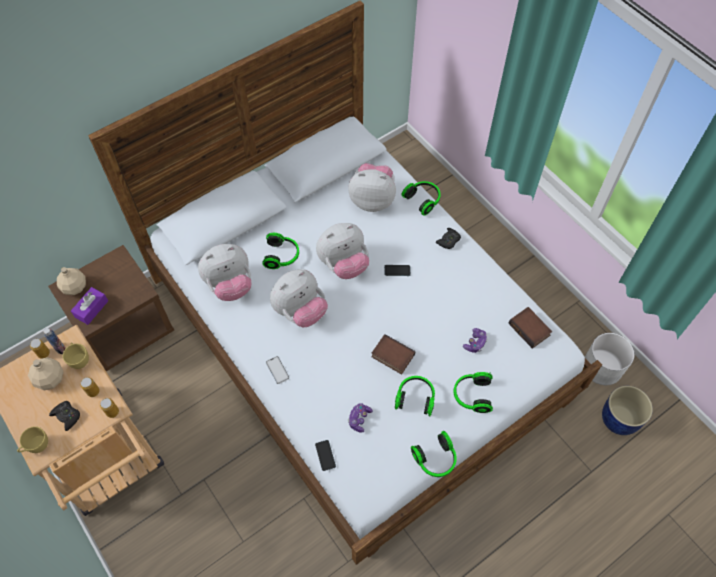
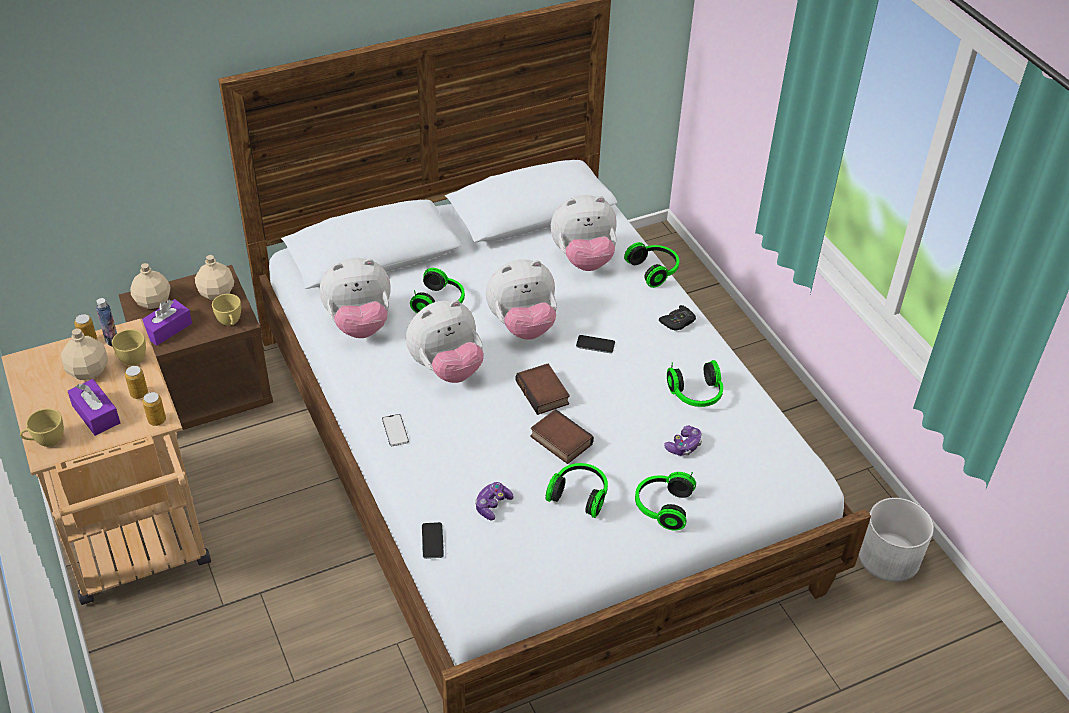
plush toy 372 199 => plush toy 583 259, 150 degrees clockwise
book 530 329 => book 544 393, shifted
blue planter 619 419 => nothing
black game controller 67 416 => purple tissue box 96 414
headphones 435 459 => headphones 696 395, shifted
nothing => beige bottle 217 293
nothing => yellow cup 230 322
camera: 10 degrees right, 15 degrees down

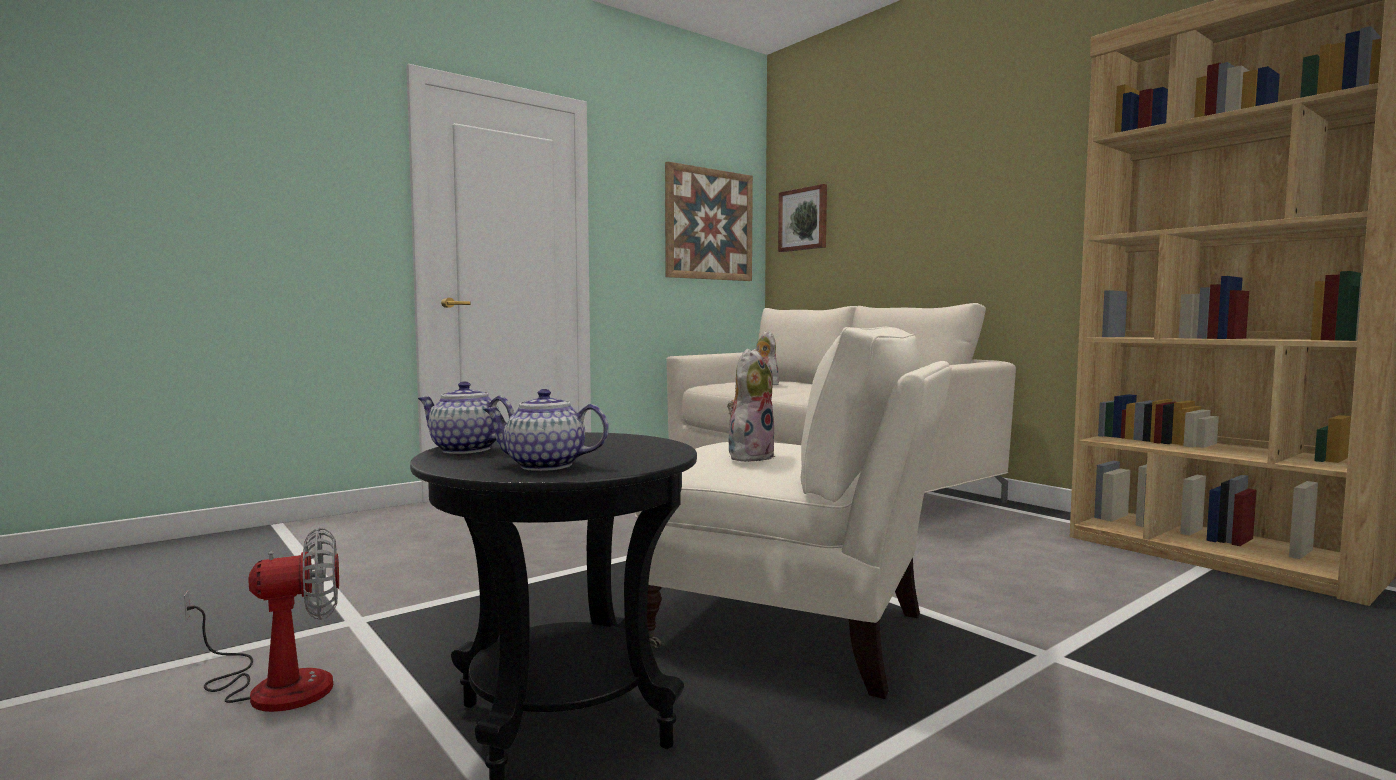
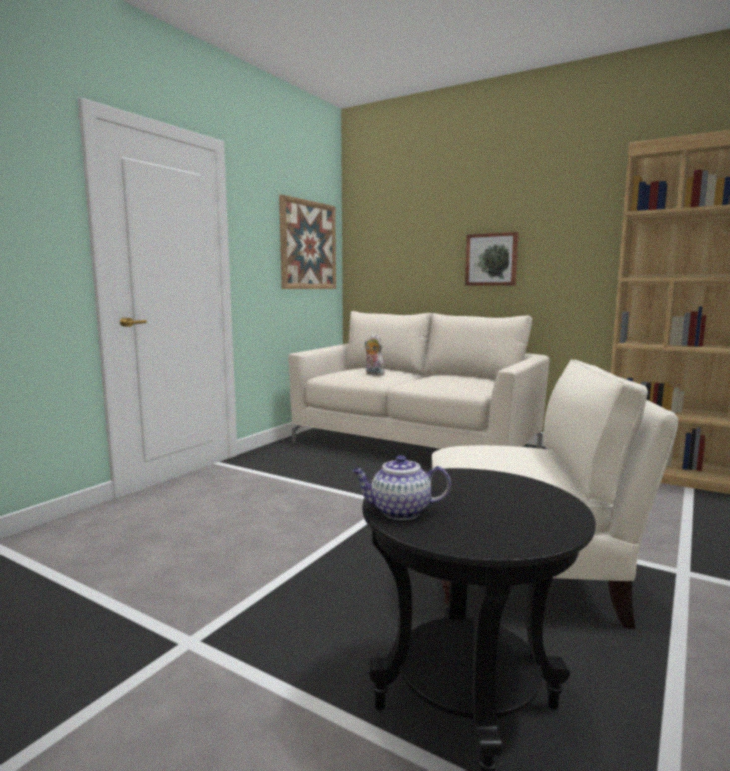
picture 803 219 => picture 491 259, shifted
plush toy 749 456 => nothing
teapot 543 466 => nothing
fan 275 685 => nothing
camera: 20 degrees left, 5 degrees up

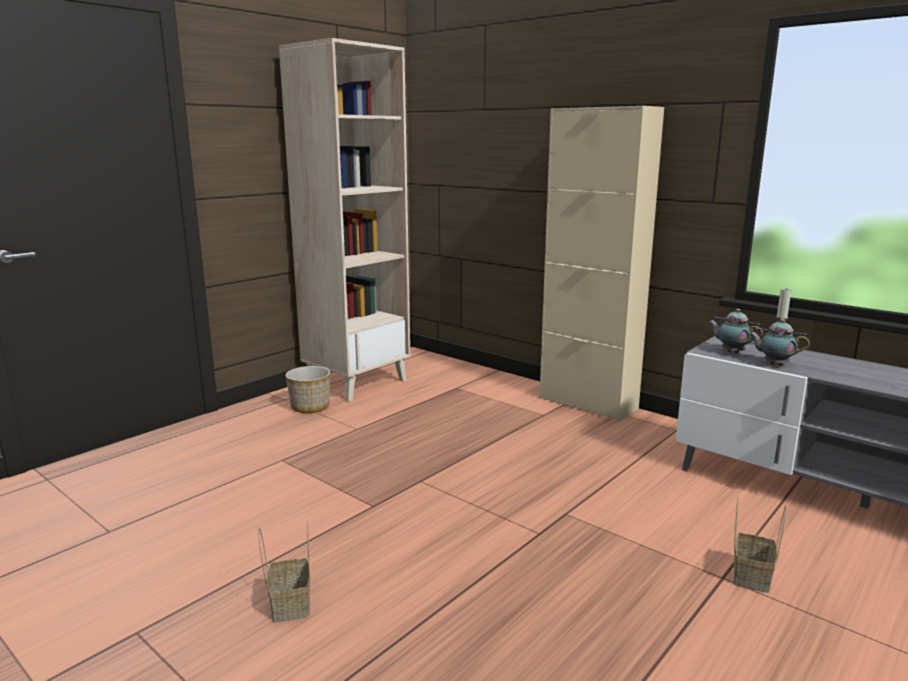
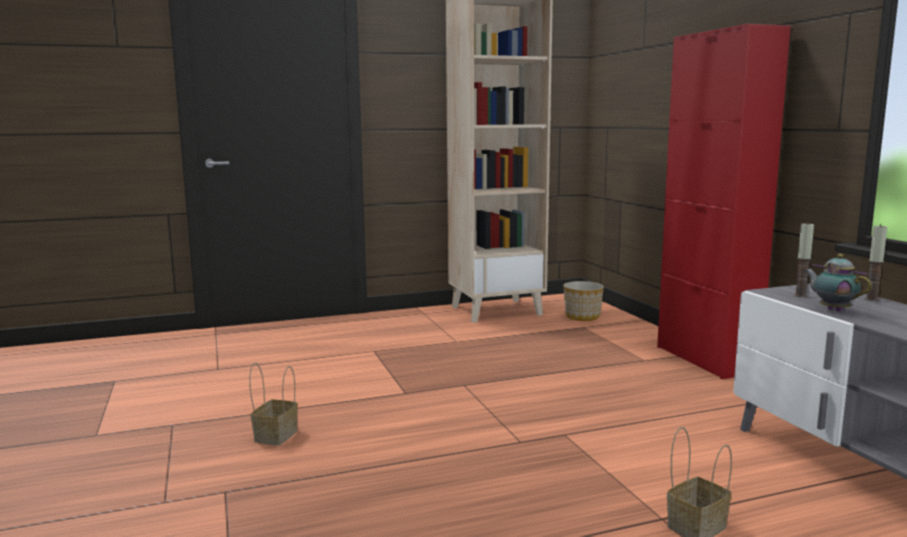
beige cabinet 588 403 => red cabinet 706 359
teapot 731 352 => candle 800 295
planter 310 407 => planter 582 317, shifted
camera: 30 degrees right, 5 degrees down

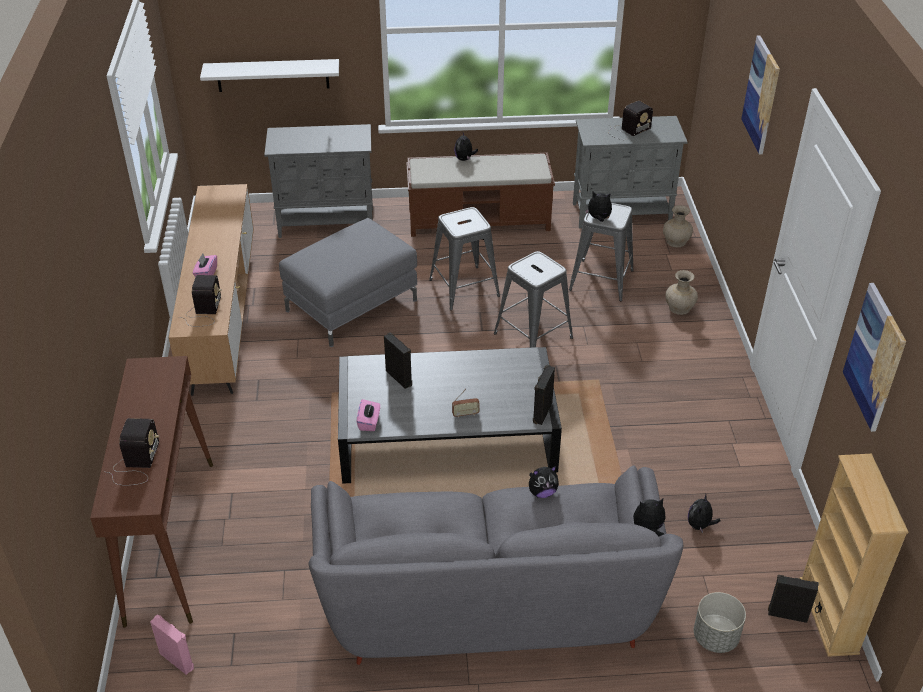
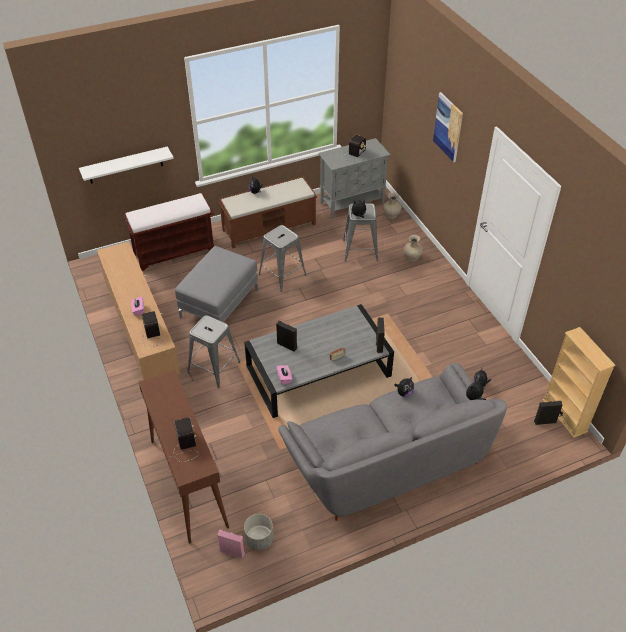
grey cabinet 327 223 => brown bench 174 251
grey stool 532 335 => grey stool 213 367, shifted
picture 874 357 => nothing
grey planter 715 637 => grey planter 259 540, shifted
camera: 20 degrees left, 5 degrees up

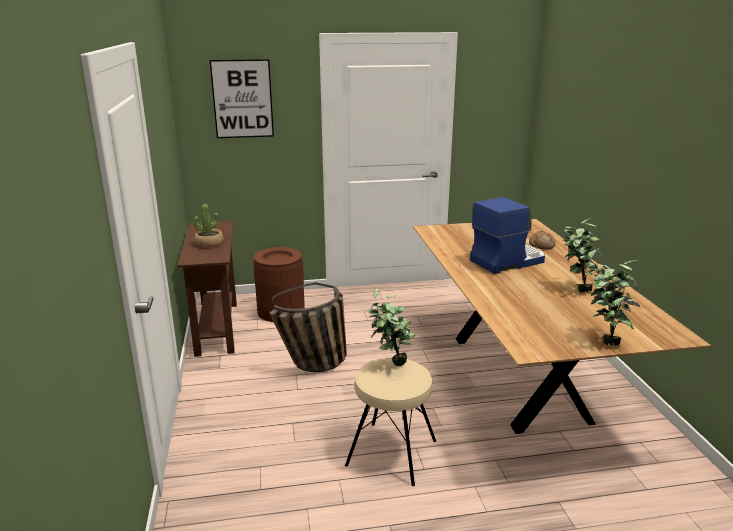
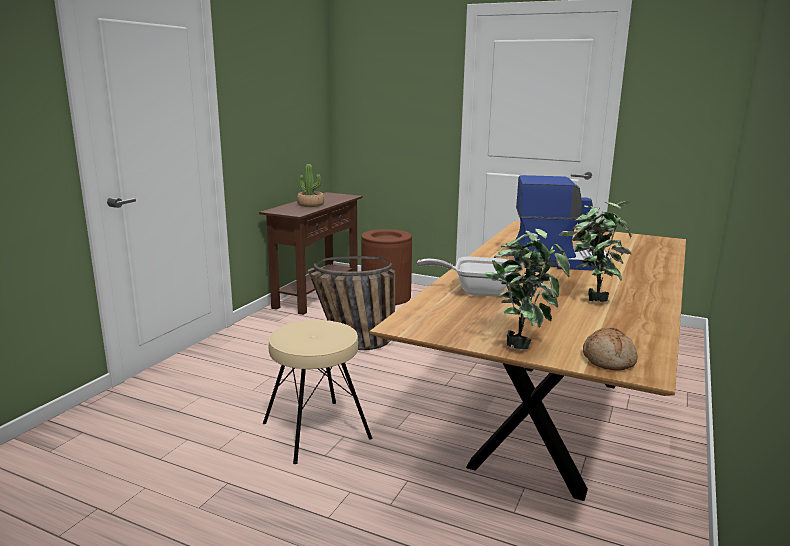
picture 242 99 => nothing
bread 542 246 => bread 609 360, shifted
potted plant 390 364 => nothing
nothing => frying pan 475 291
camera: 35 degrees right, 5 degrees down

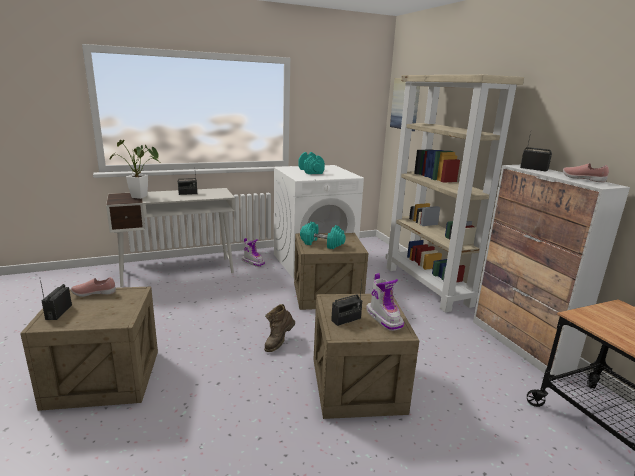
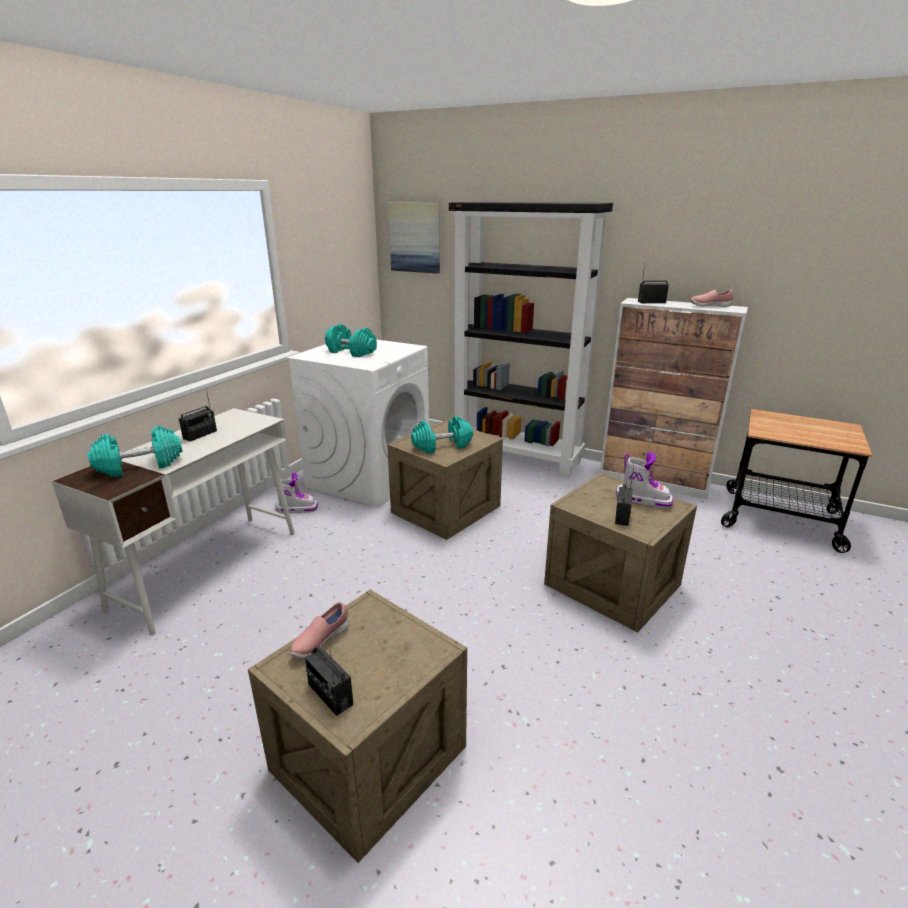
beige bookcase 428 286 => black bookcase 518 457
potted plant 142 197 => turquoise dumbbell 140 466
brown boot 278 342 => nothing
camera: 40 degrees left, 5 degrees up

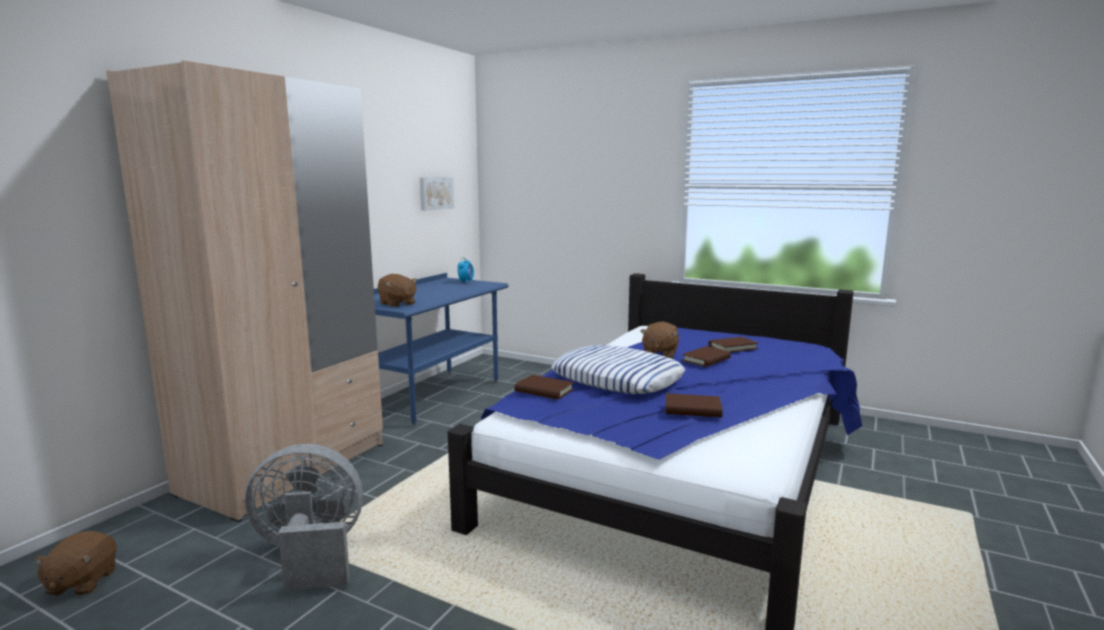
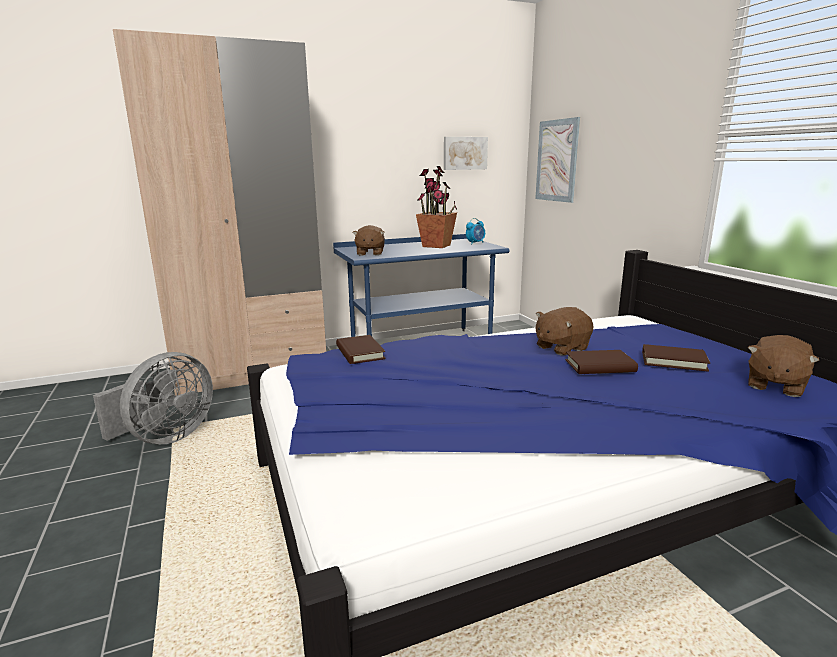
pillow 617 379 => nothing
brown book 692 409 => nothing
grey fan 310 556 => grey fan 165 437, 90 degrees clockwise
brown plush toy 81 582 => brown plush toy 774 385, shifted
nothing => picture 557 161
nothing => potted plant 436 246
camera: 40 degrees right, 5 degrees up

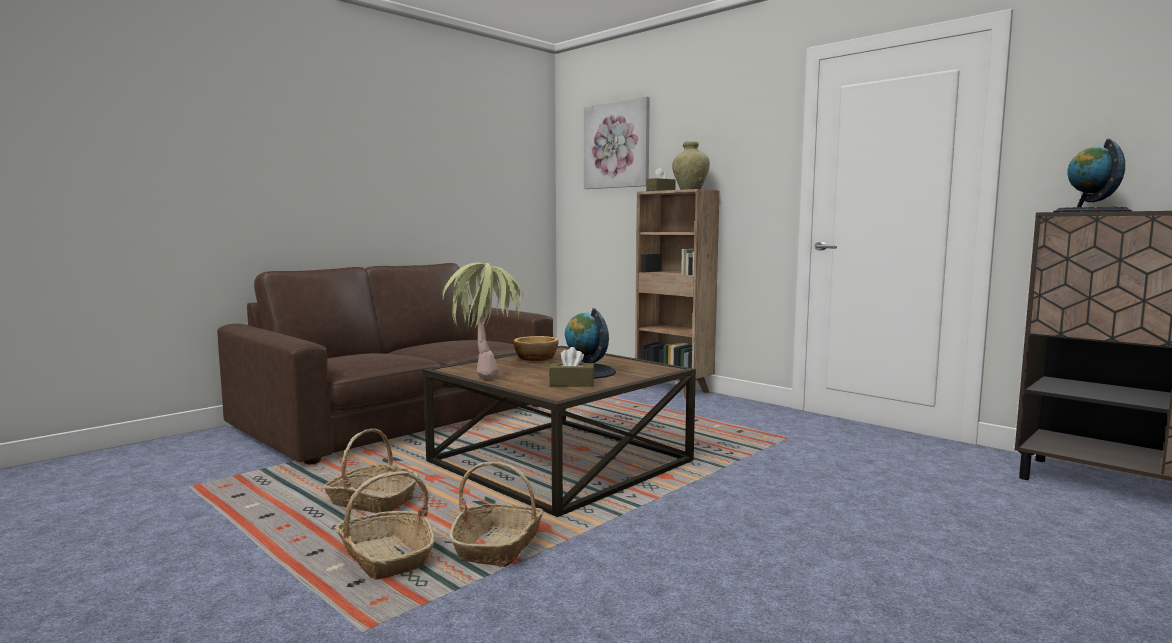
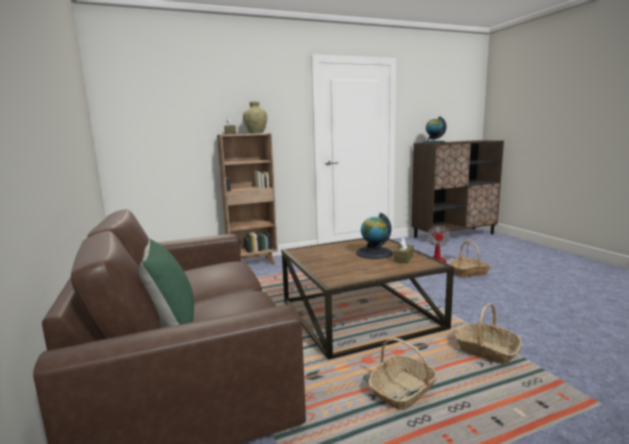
picture 617 145 => nothing
potted plant 486 372 => nothing
bowl 537 358 => nothing
basket 386 557 => basket 468 272, shifted
nothing => fan 442 260
nothing => green pillow 172 324
camera: 65 degrees left, 5 degrees up

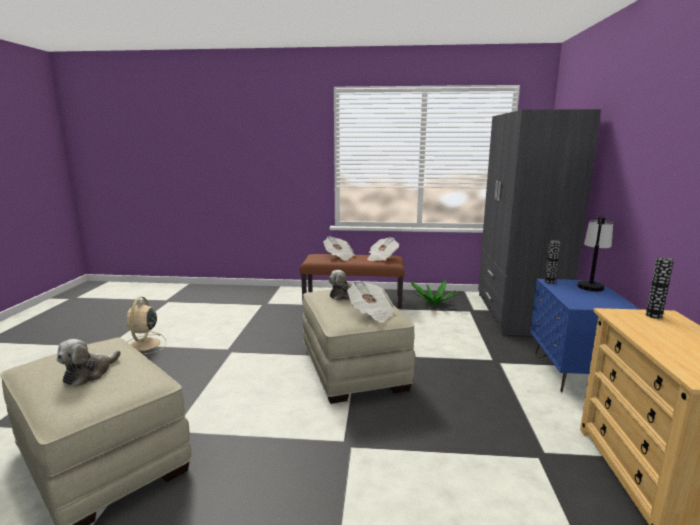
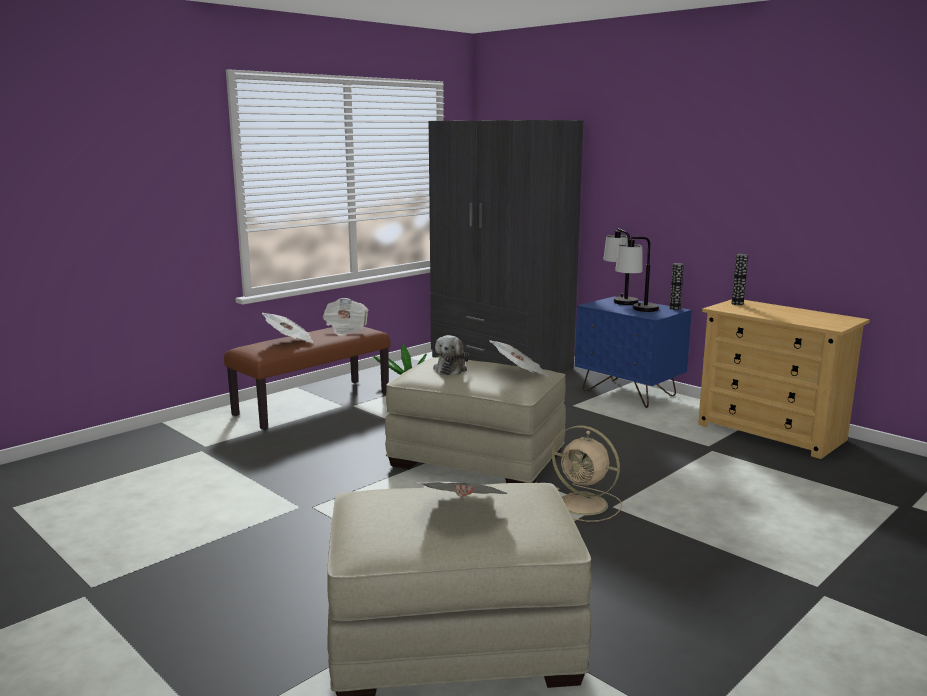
vase 549 282 => vase 674 308, shifted
beige fan 144 345 => beige fan 585 505, shifted
plush toy 89 373 => newspaper 463 511
nothing => table lamp 636 310
camera: 50 degrees left, 0 degrees up

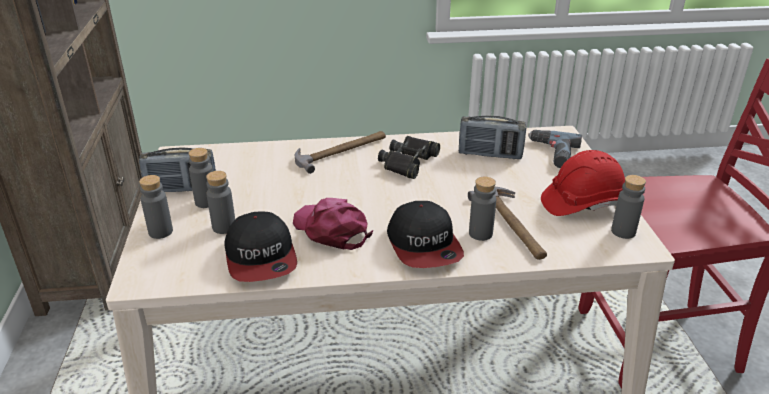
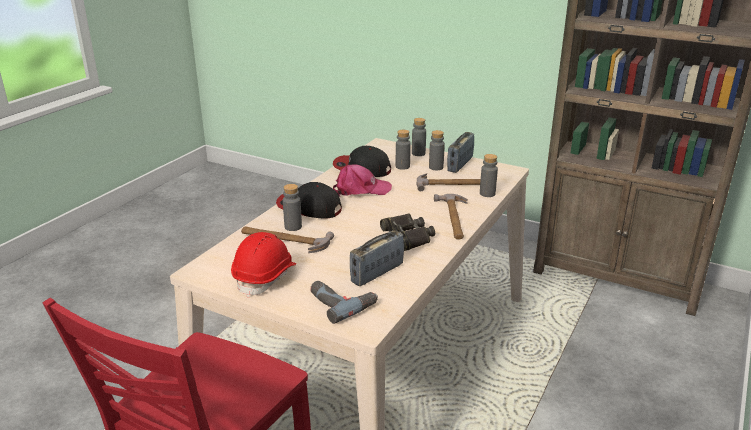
grey bottle 623 232 => grey bottle 487 193, shifted
nothing => hammer 456 184
camera: 125 degrees right, 5 degrees down

